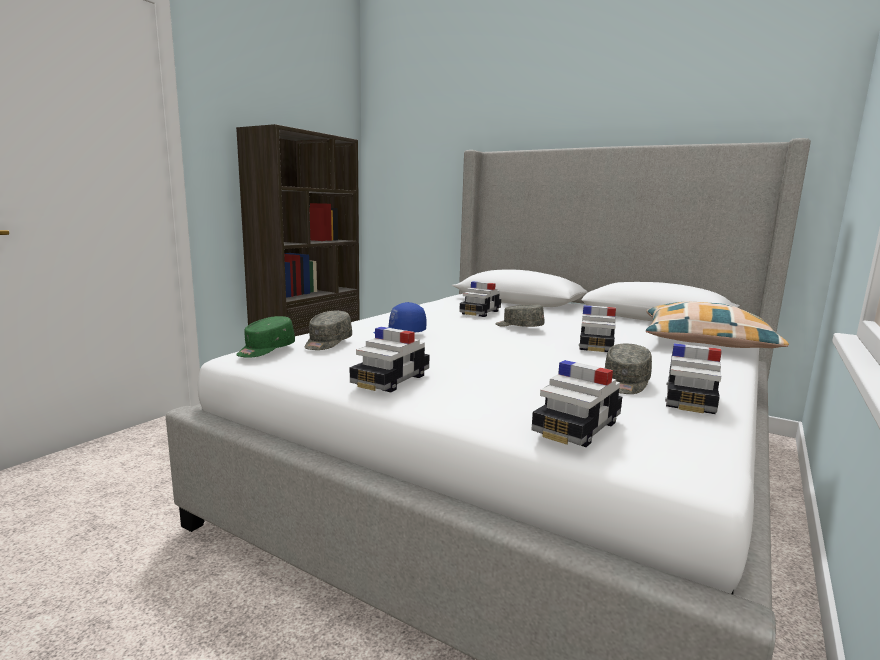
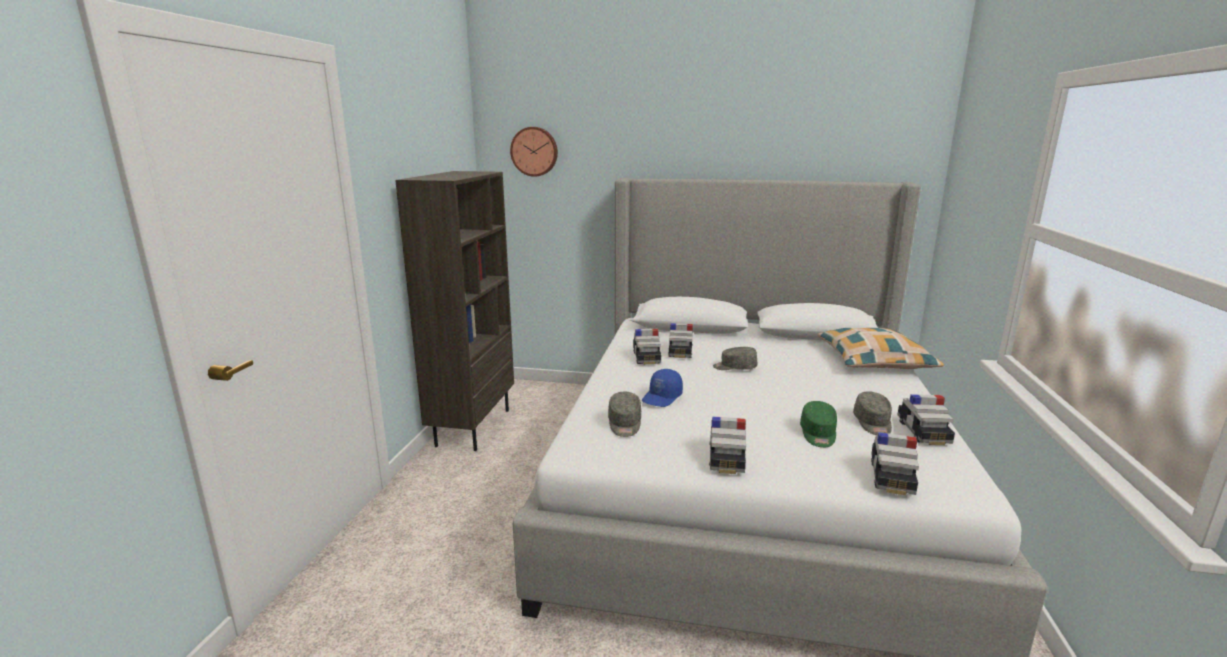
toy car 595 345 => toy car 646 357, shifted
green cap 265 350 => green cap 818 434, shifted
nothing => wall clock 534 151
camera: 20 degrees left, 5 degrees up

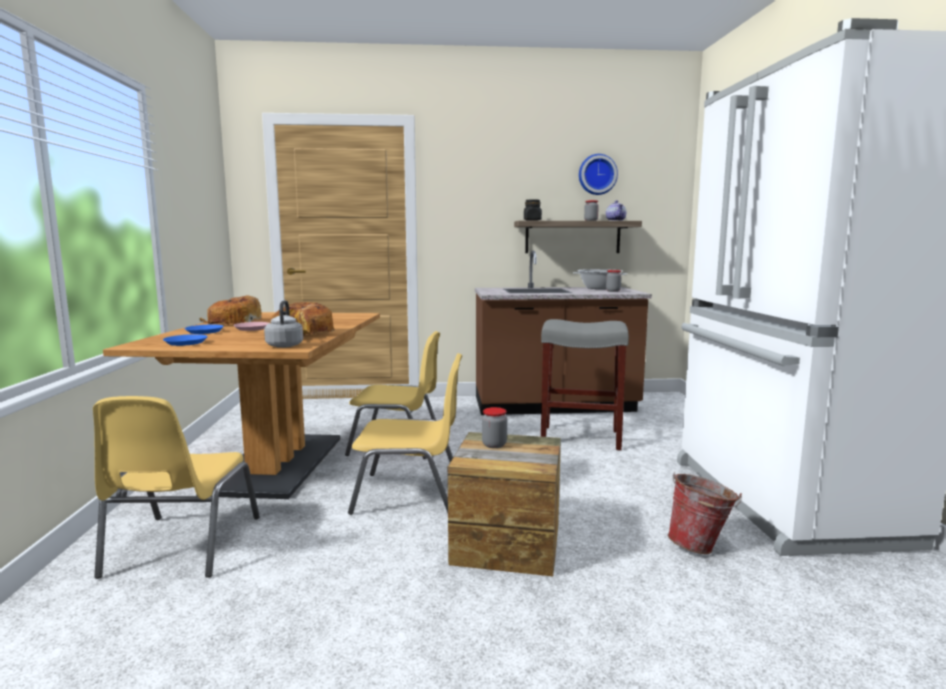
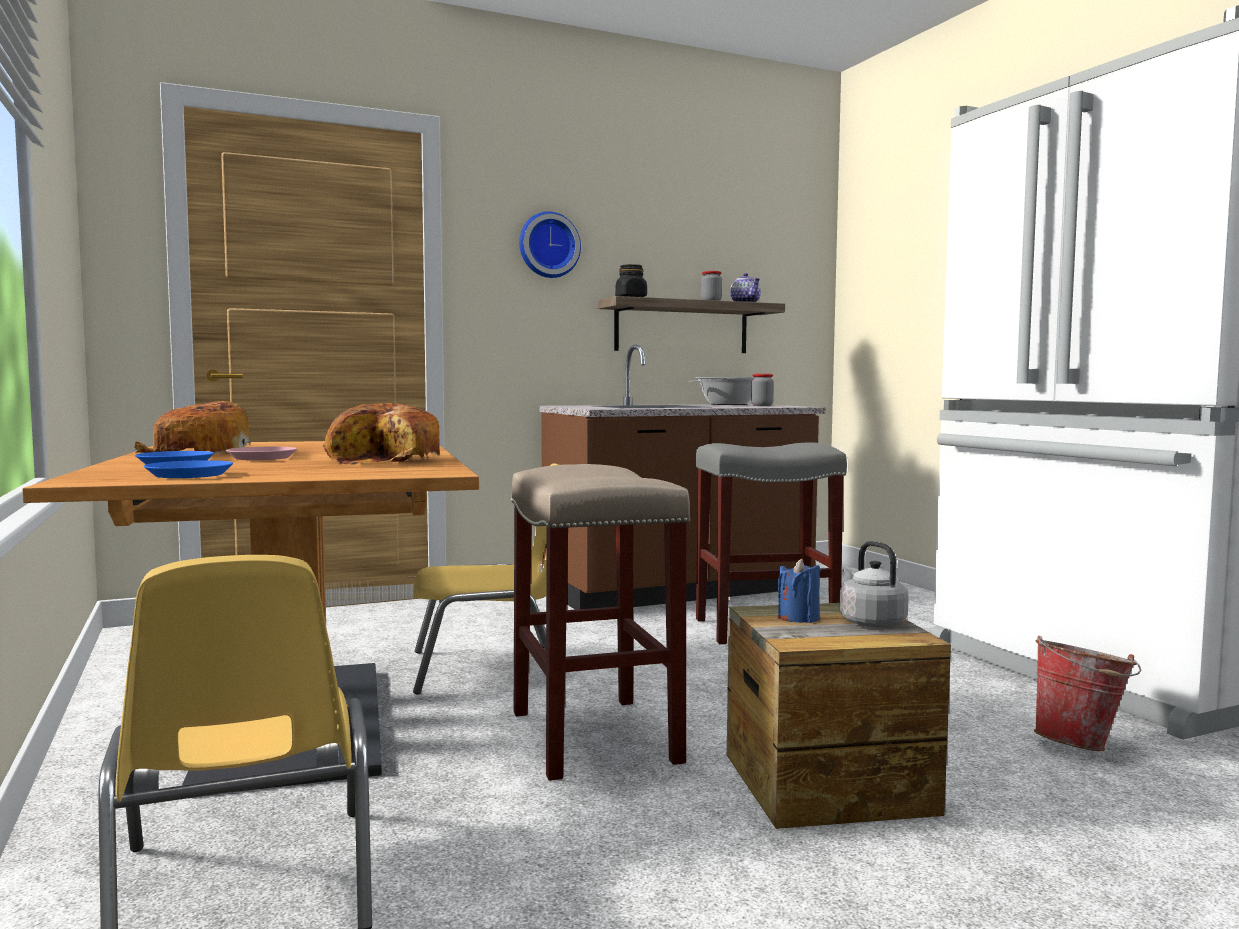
wall clock 597 174 => wall clock 548 245, shifted
grey kettle 285 345 => grey kettle 870 622, shifted
yellow chair 410 494 => beige stool 596 737
jar 494 445 => blue candle 798 618
camera: 20 degrees left, 5 degrees down

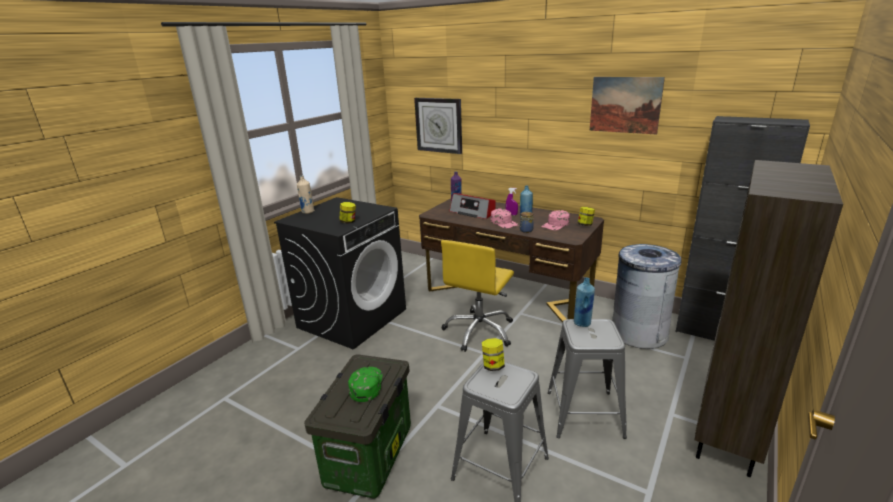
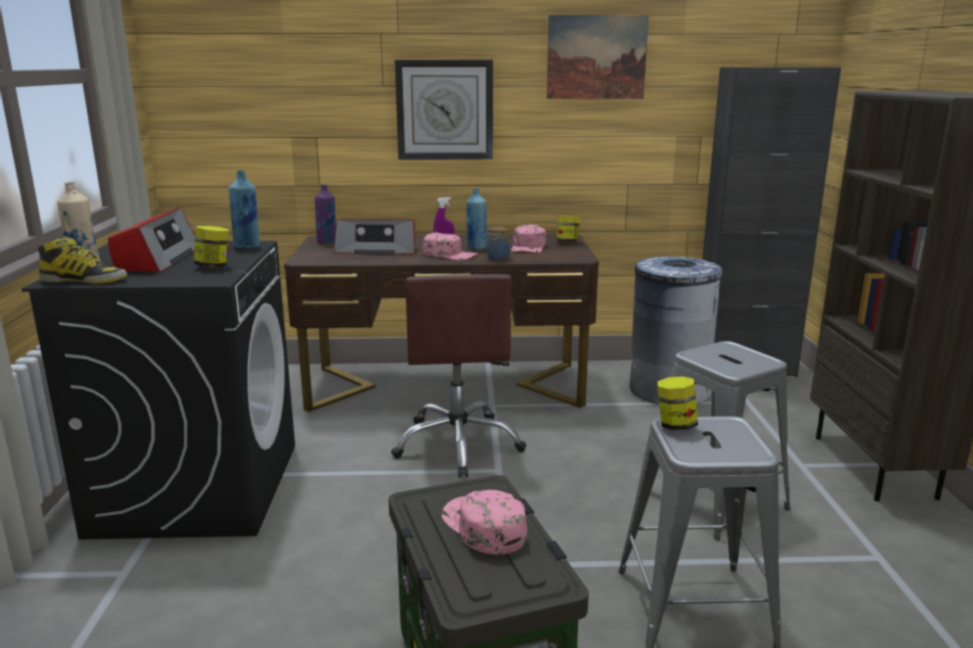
wall clock 439 125 => wall clock 444 110, shifted
yellow office chair 479 331 => brown office chair 458 444
blue bottle 582 323 => blue bottle 247 247, shifted
green cap 366 385 => pink cap 483 527
nothing => radio 158 259
nothing => boot 84 280
camera: 35 degrees left, 5 degrees down

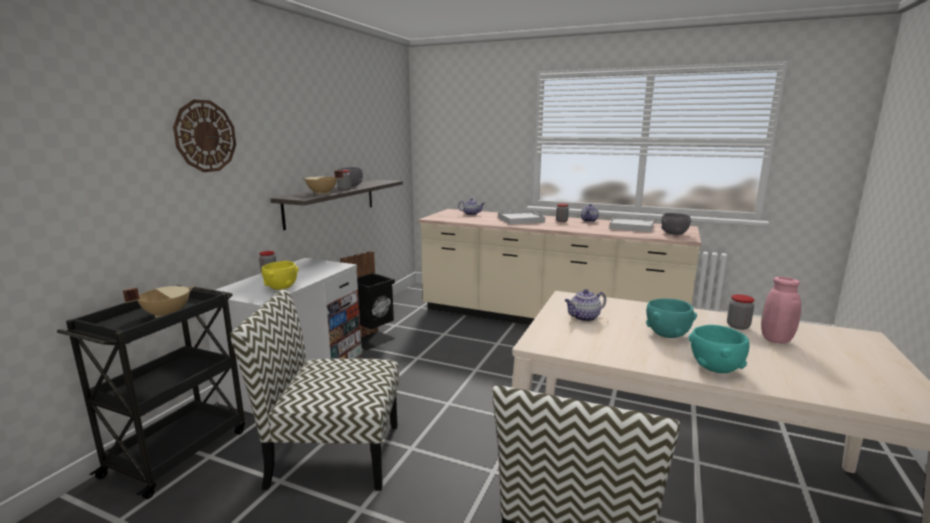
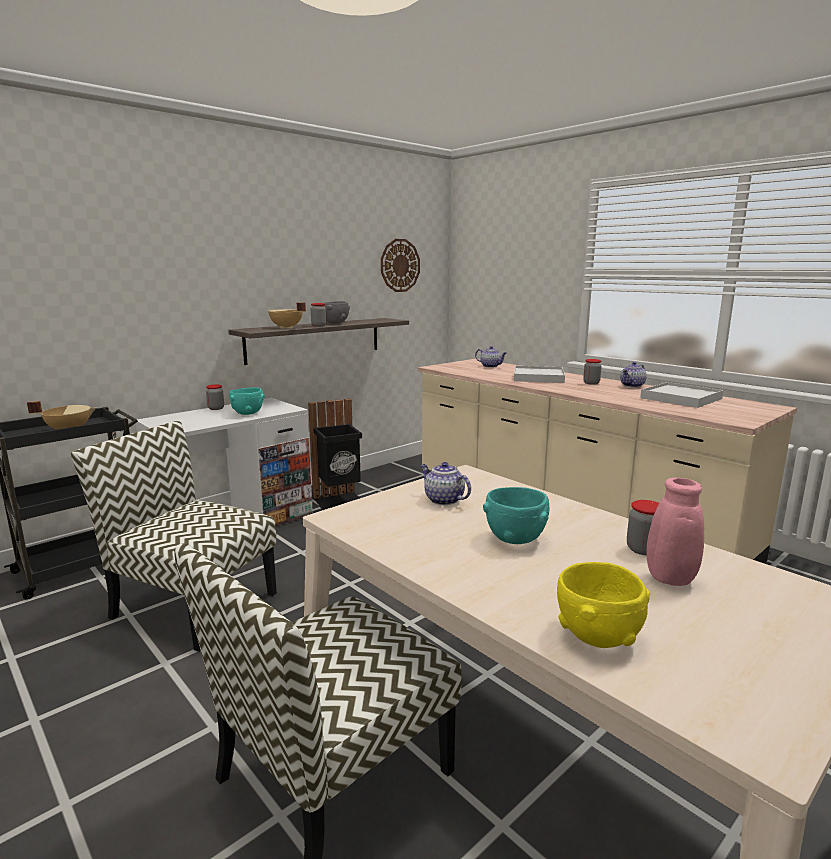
wall clock 205 136 => wall clock 400 265, shifted
grey bowl 674 234 => nothing
yellow bowl 281 288 => yellow bowl 597 636, shifted
teapot 584 318 => teapot 443 500, 45 degrees clockwise
turquoise bowl 715 368 => turquoise bowl 248 413, shifted
camera: 25 degrees right, 0 degrees up

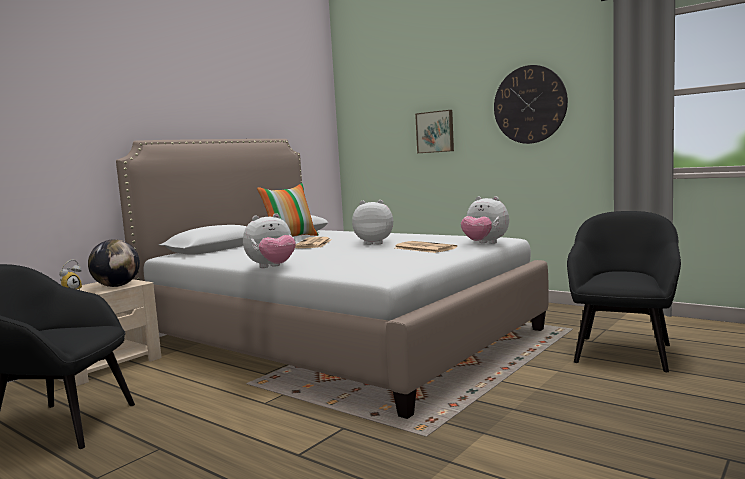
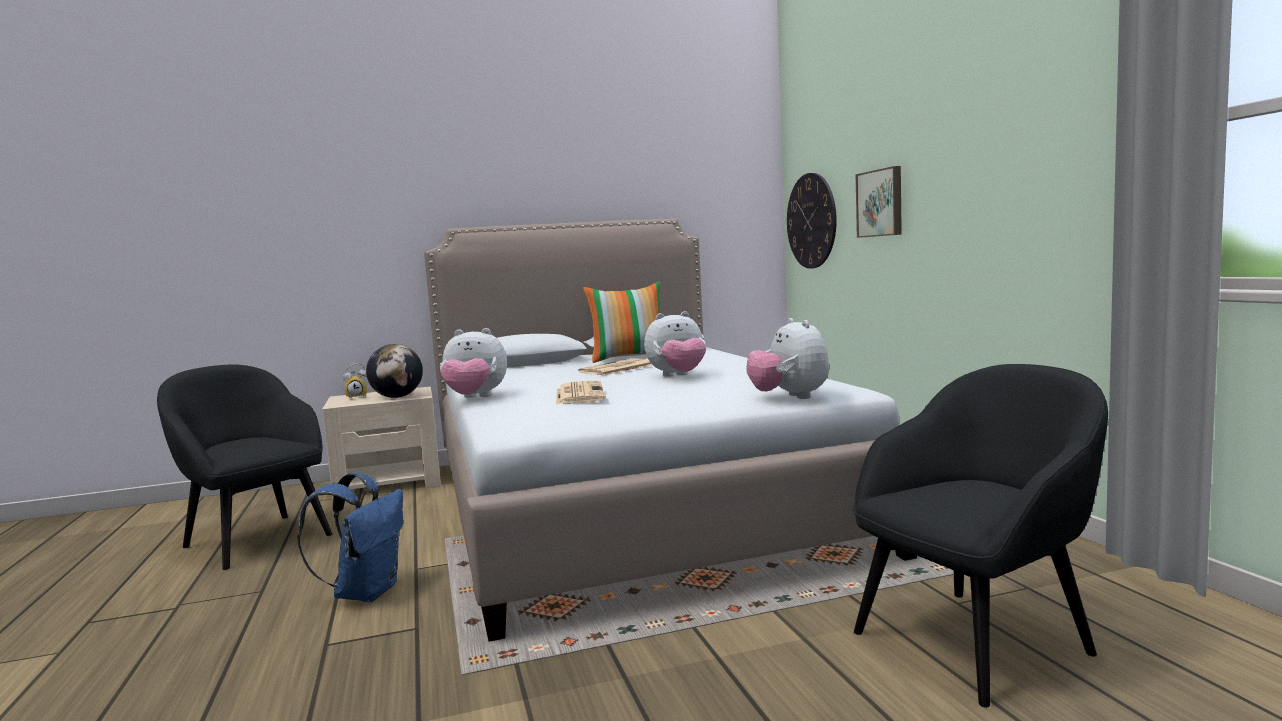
wall clock 529 104 => wall clock 811 221, shifted
plush toy 375 243 => plush toy 678 376, 120 degrees clockwise
newspaper 423 248 => newspaper 579 394, shifted
nothing => blue backpack 366 592
camera: 35 degrees right, 0 degrees up

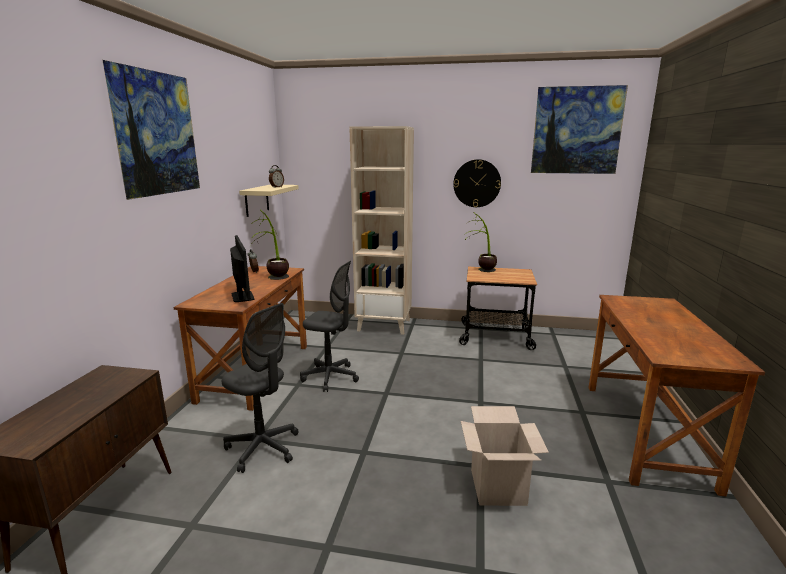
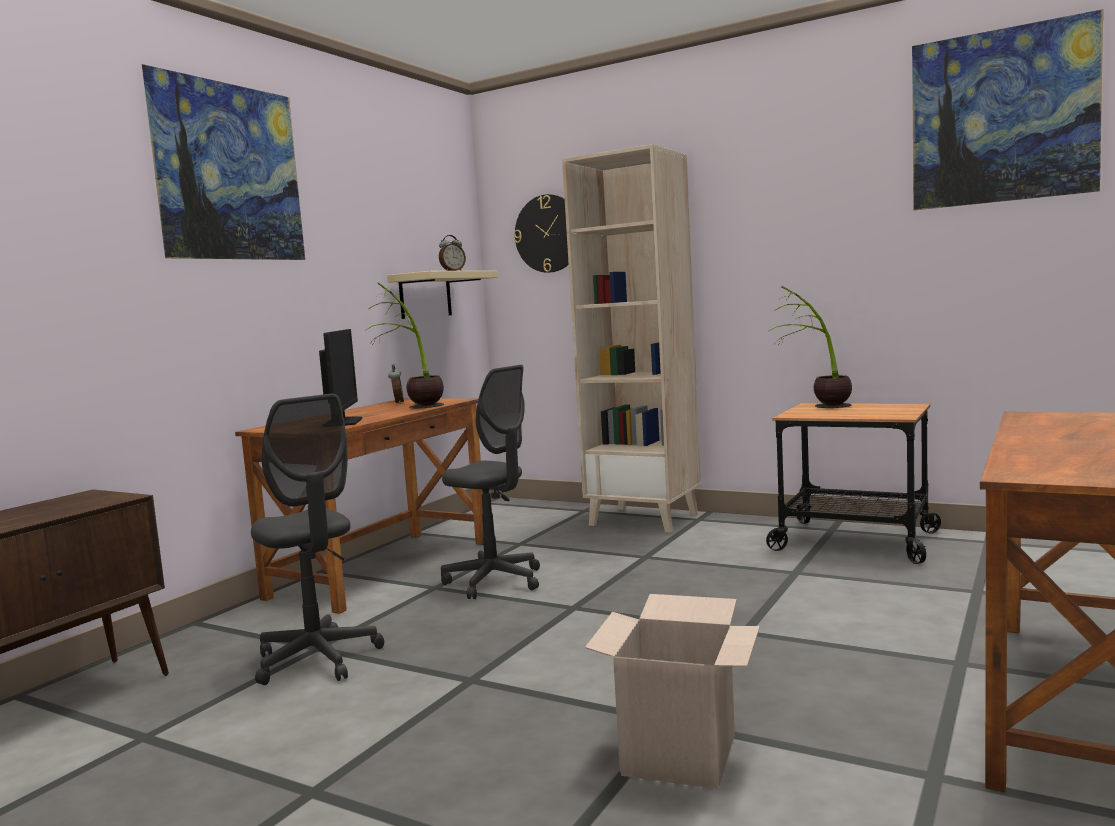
wall clock 477 183 => wall clock 548 233, shifted
camera: 20 degrees right, 10 degrees down

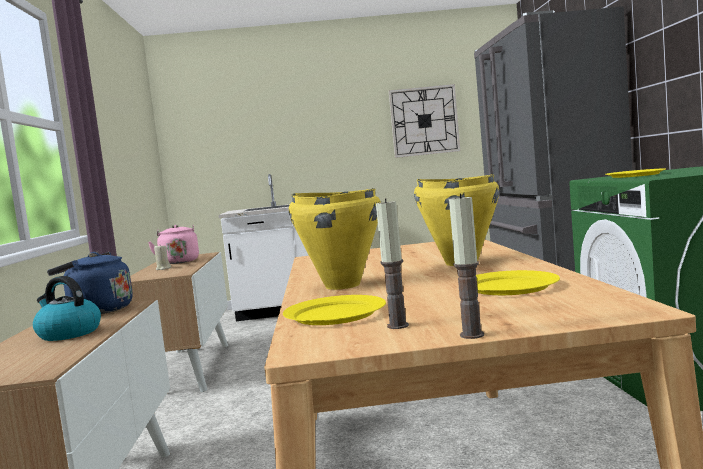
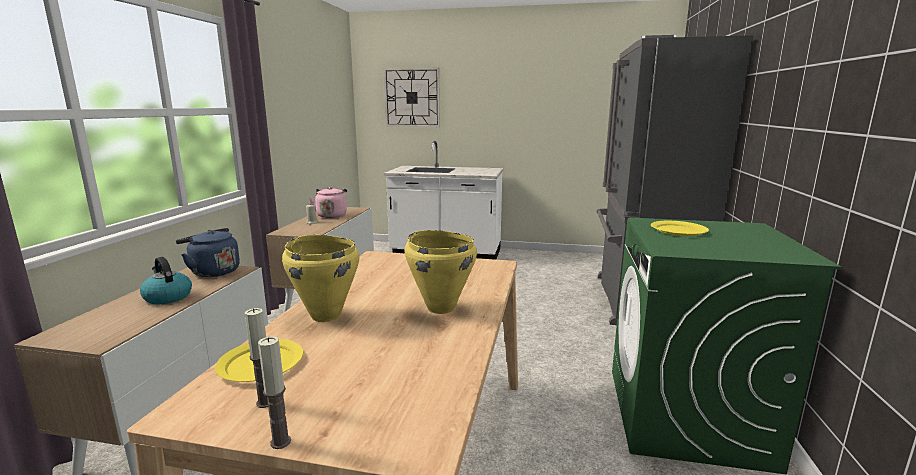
wall clock 424 121 => wall clock 412 97, shifted
yellow plate 508 287 => nothing
camera: 15 degrees right, 10 degrees up

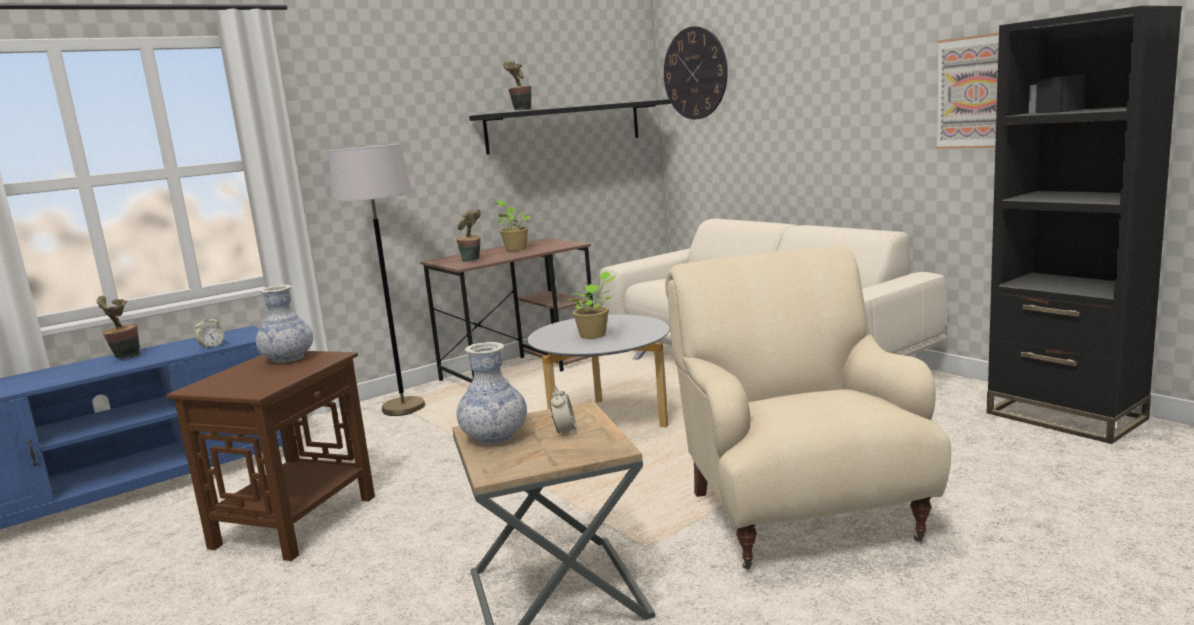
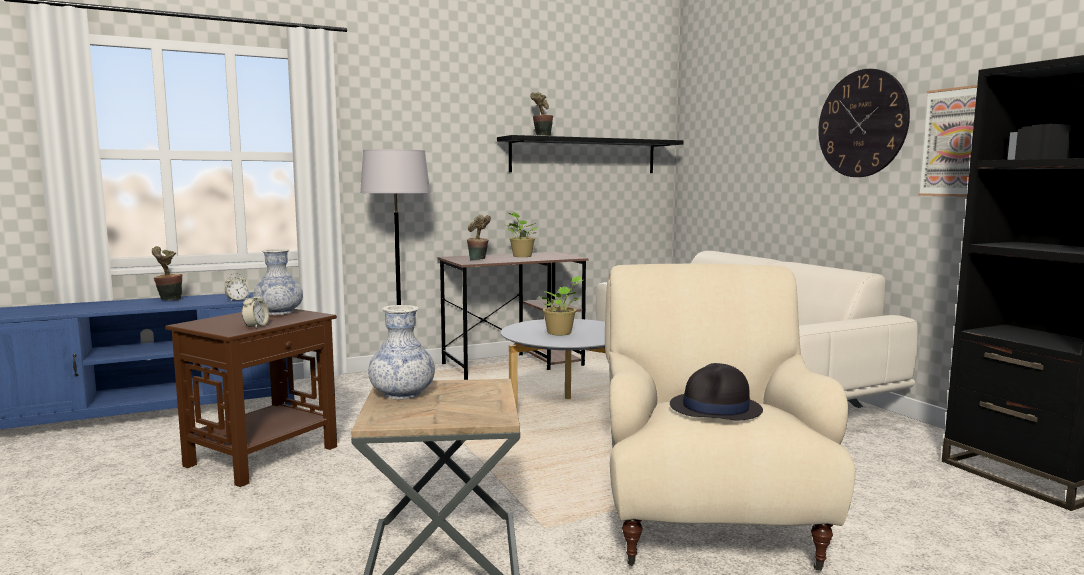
wall clock 695 73 => wall clock 862 123, shifted
alarm clock 564 431 => alarm clock 256 326, shifted
nothing => black hat 715 409
camera: 10 degrees right, 5 degrees down

